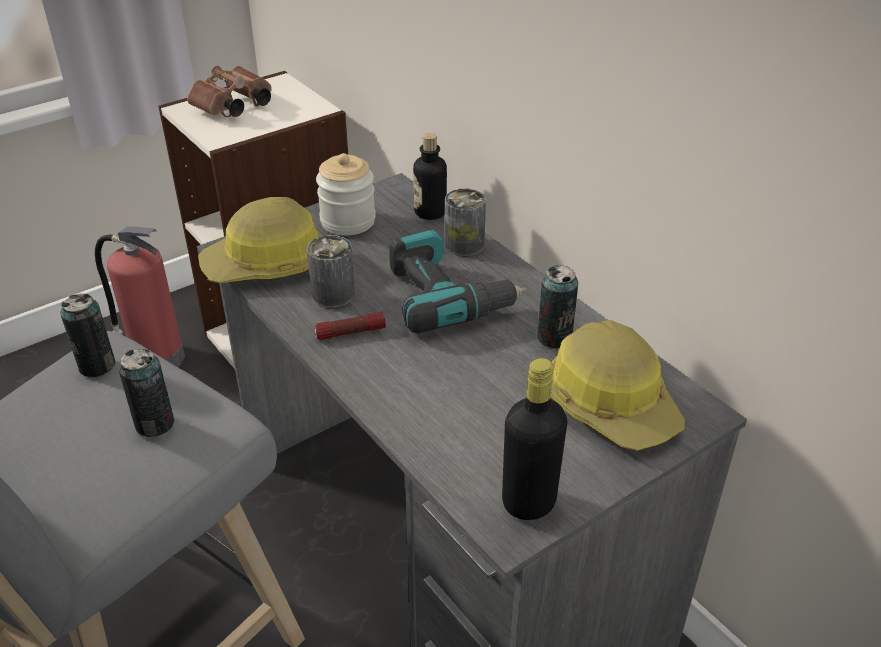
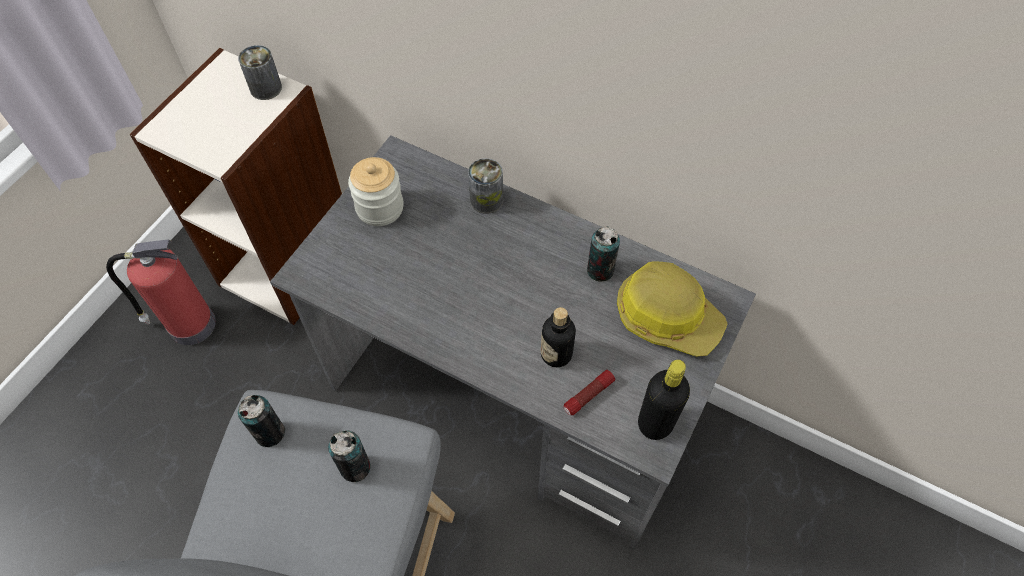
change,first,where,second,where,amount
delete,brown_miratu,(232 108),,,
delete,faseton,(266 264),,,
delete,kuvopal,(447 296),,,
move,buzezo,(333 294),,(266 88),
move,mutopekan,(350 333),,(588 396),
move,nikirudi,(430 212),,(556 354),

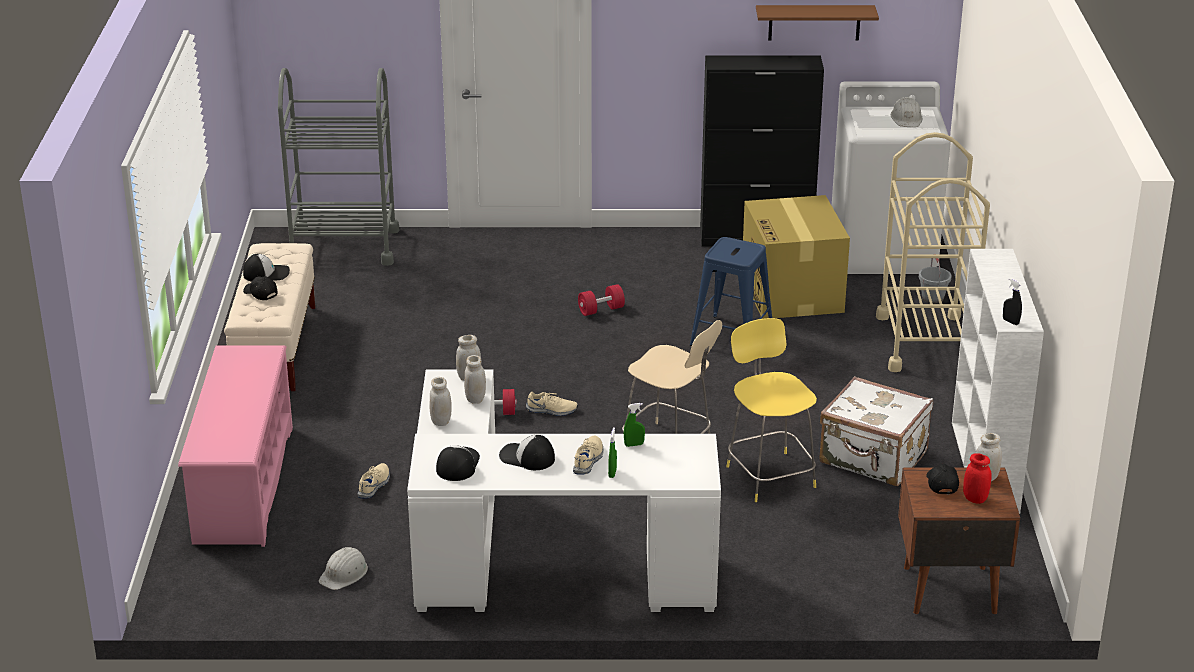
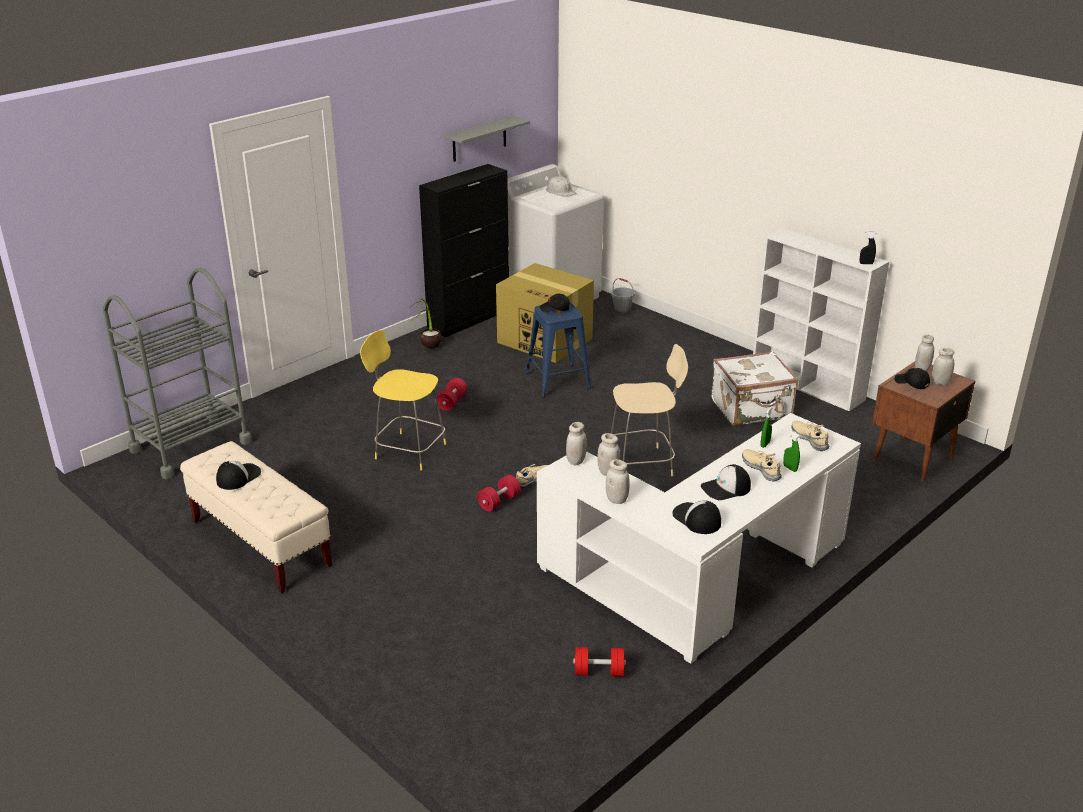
change,first,where,second,where,amount
delete,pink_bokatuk,(243 484),,,
delete,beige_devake,(925 342),,,
insert,,,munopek,(427 353),
move,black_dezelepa,(260 293),,(555 309),
move,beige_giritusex,(374 485),,(810 439),
move,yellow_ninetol,(769 475),,(408 450),
replace,white_faseton,(344 574),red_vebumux,(599 672),
recolor,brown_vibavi,(814 22),grey_vibavi,(479 139),
recolor,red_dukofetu,(975 499),white_dukofetu,(940 382),

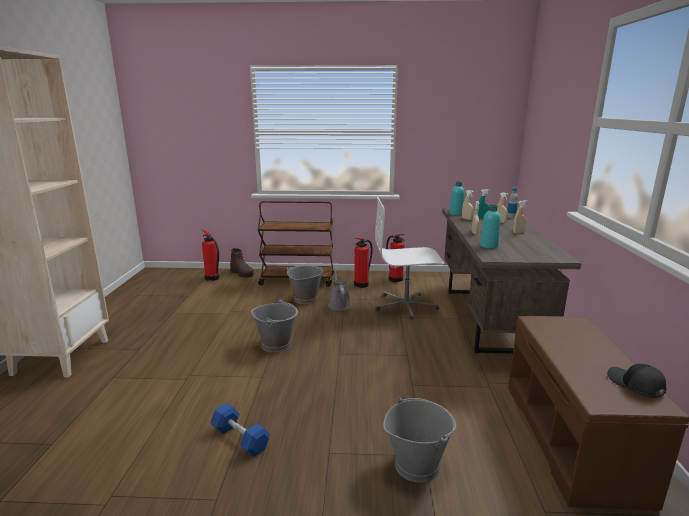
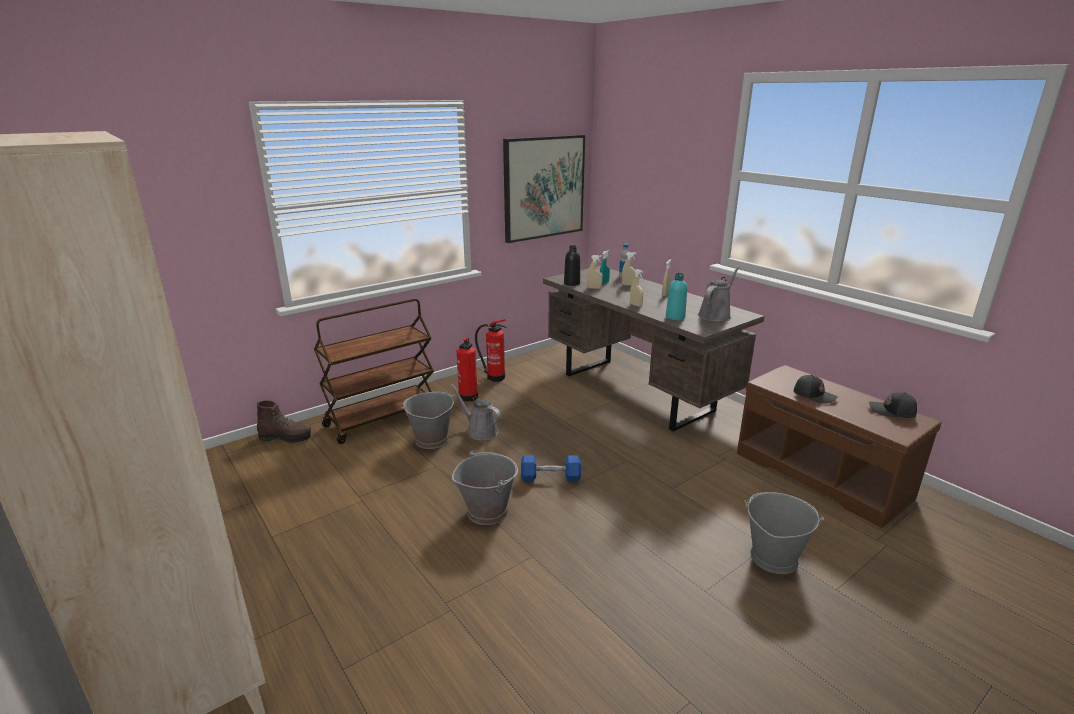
change,first,where,second,where,amount
delete,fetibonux,(213 278),,,
delete,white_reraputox,(406 306),,,
insert,,,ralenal,(543 187),
insert,,,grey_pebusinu,(715 315),
insert,,,black_dezelepa,(814 395),
move,blue_vebumux,(240 438),,(550 477),
recolor,turquoise_nikirudi,(456 213),black_nikirudi,(572 283),

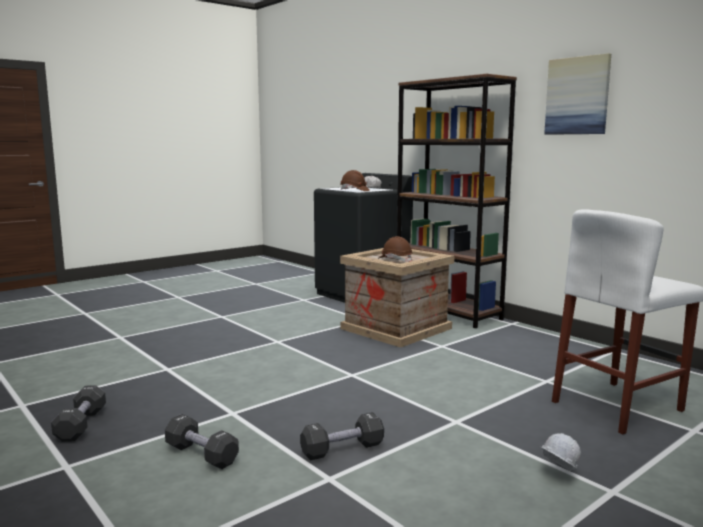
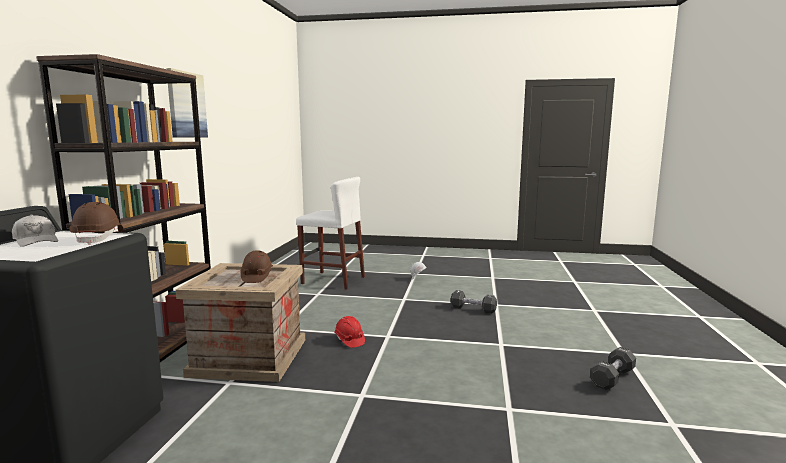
change,first,where,second,where,amount
delete,black_vebumux,(201 454),,,
insert,,,red_faseton,(349 340),

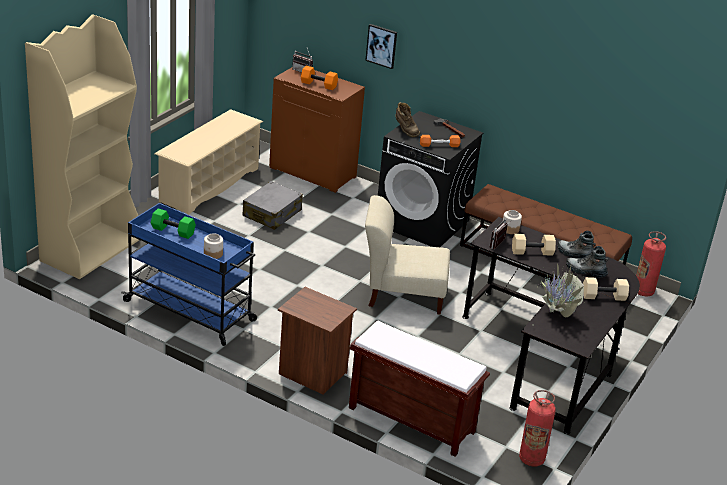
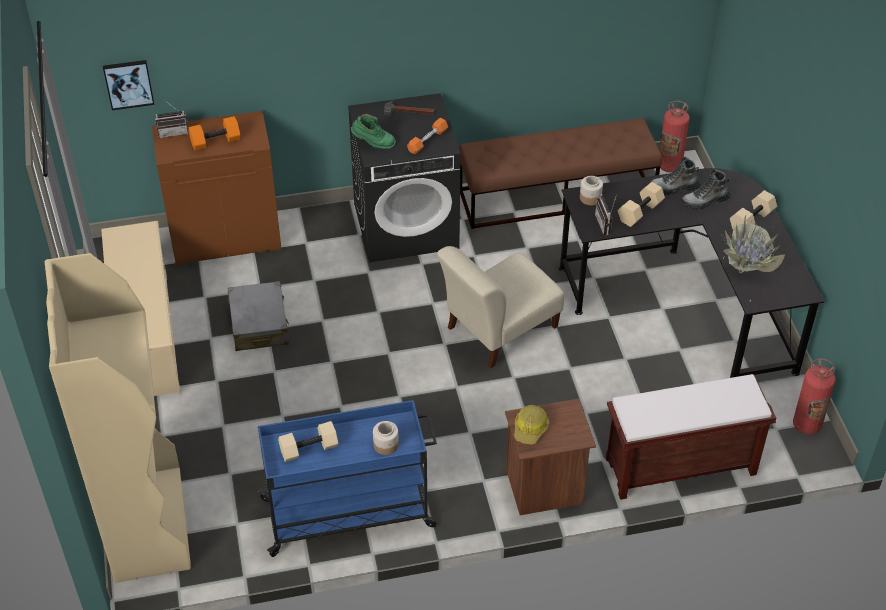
change,first,where,second,where,amount
insert,,,faseton,(530 428),
move,ralenal,(381 46),,(128 84),
recolor,green_vebumux,(173 231),beige_vebumux,(309 448),
recolor,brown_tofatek,(405 131),green_tofatek,(373 144),

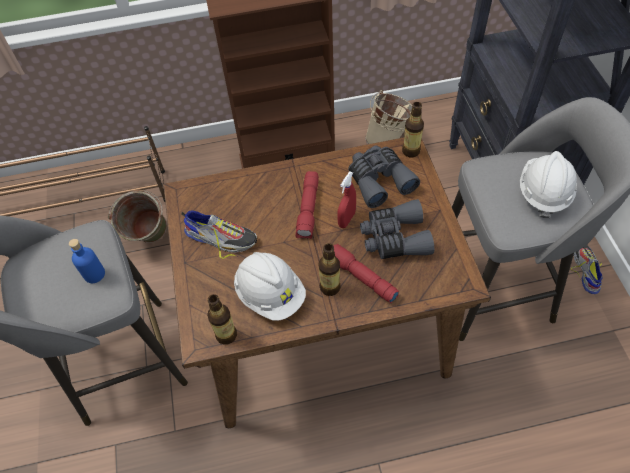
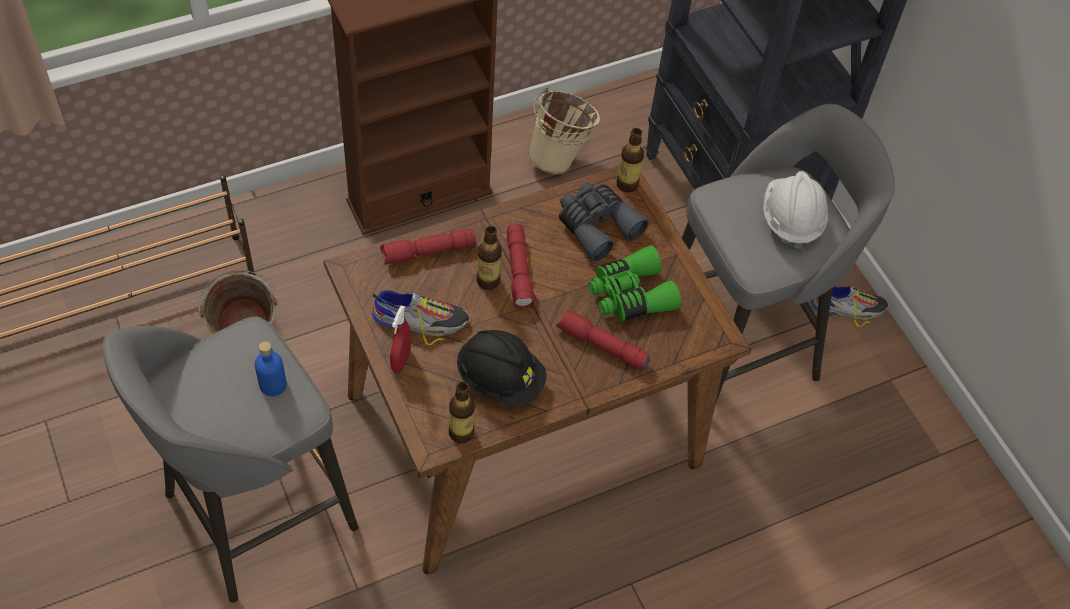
change,first,where,second,where,amount
insert,,,red_mutopekan,(428 252),
move,nikirudi,(330 287),,(488 281),
move,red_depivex,(346 219),,(401 361),
recolor,white_faseton,(270 294),black_faseton,(500 379),
recolor,grey_miratu,(394 238),green_miratu,(630 295),
rotate,giritusex,(585 269),,(848 307),105 degrees clockwise

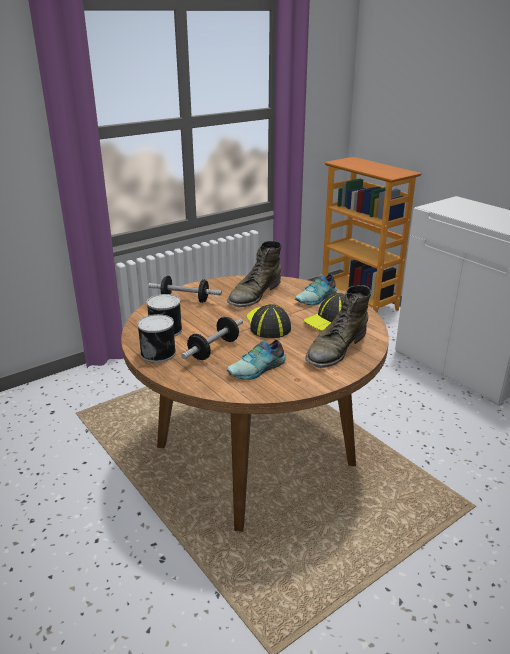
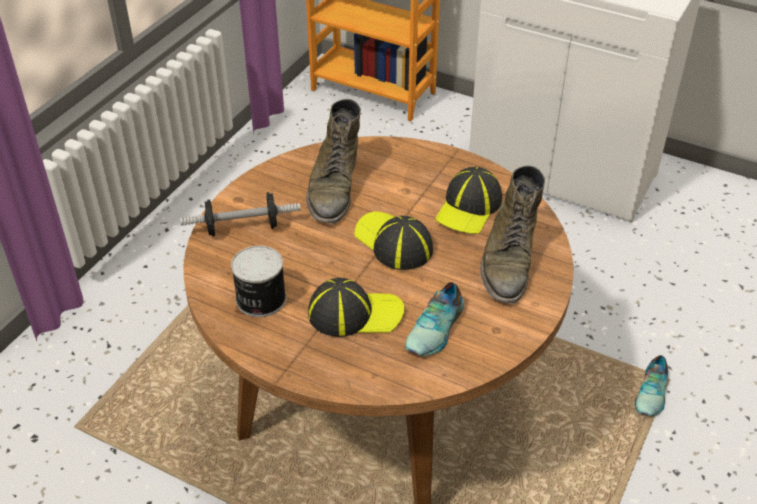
change,first,where,second,where,amount
delete,buzezo,(159 353),,,
move,giritusex,(317 298),,(653 393),
replace,vebumux,(214 349),dezelepa,(355 313),

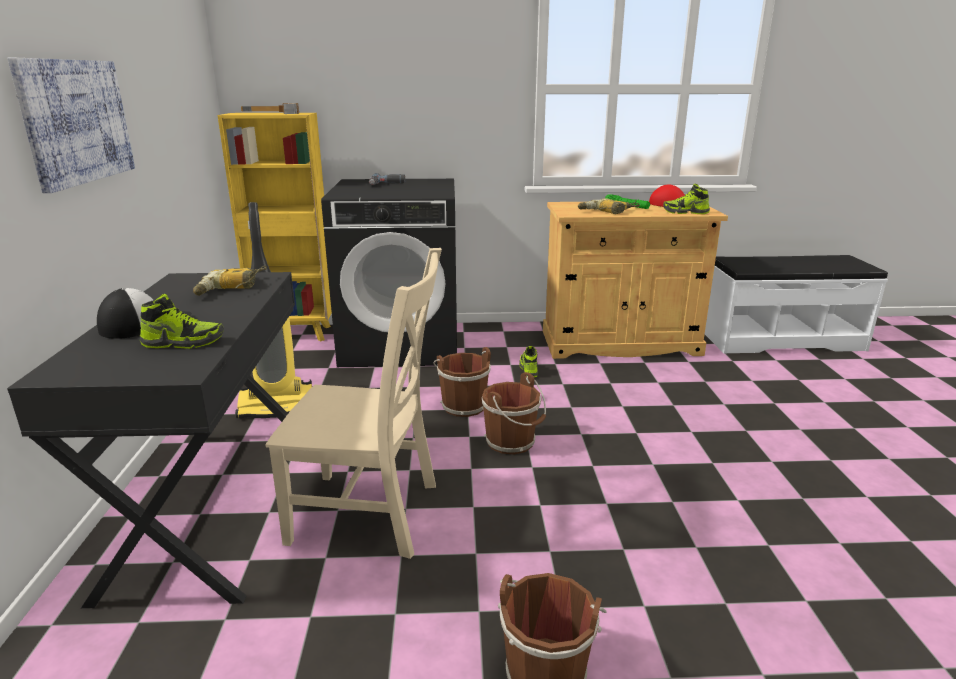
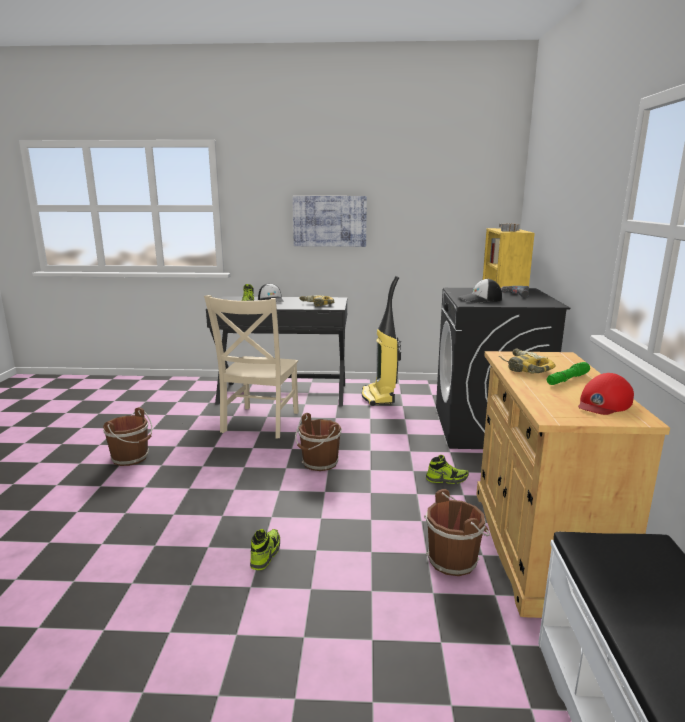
change,first,where,second,where,amount
insert,,,dezelepa,(480 299),
move,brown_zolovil,(463 405),,(454 559),
move,giritusex,(685 212),,(265 554),

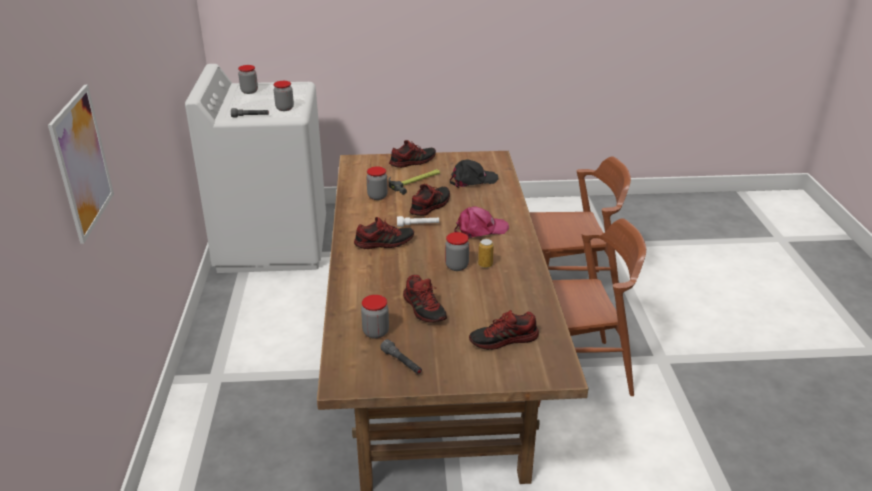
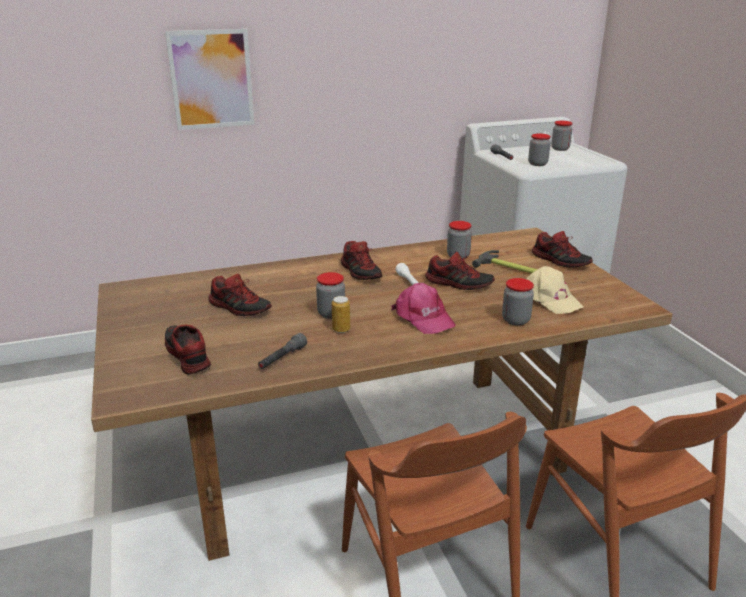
change,first,where,second,where,amount
move,dukofetu,(375 332),,(515 320),
move,grey_mutopekan,(402 363),,(282 358),
recolor,black_dezelepa,(472 180),beige_dezelepa,(549 299),
rotate,giritusex,(425 309),,(240 308),105 degrees counterclockwise

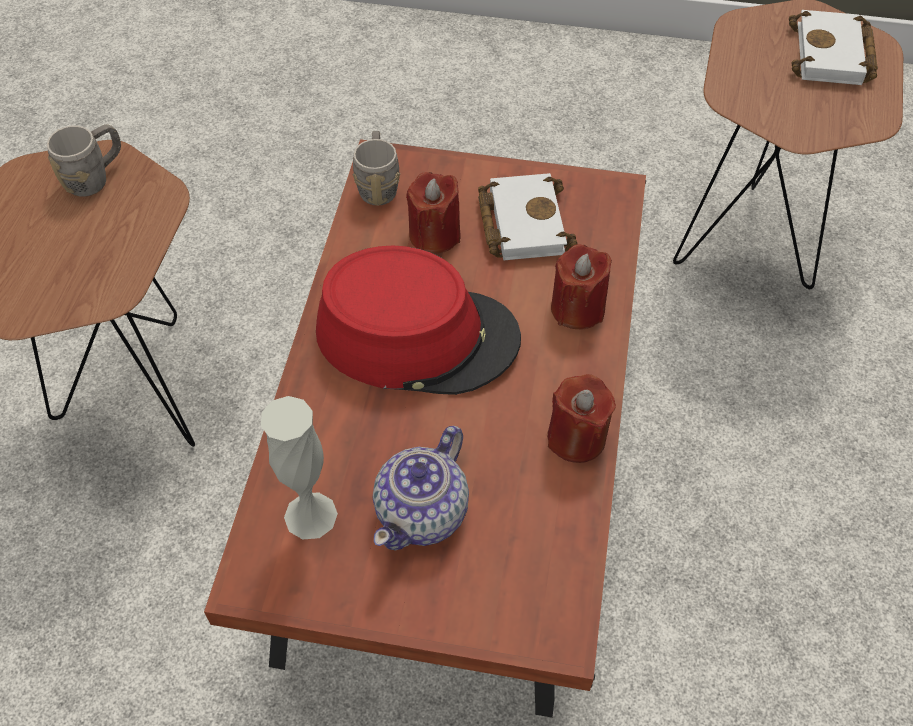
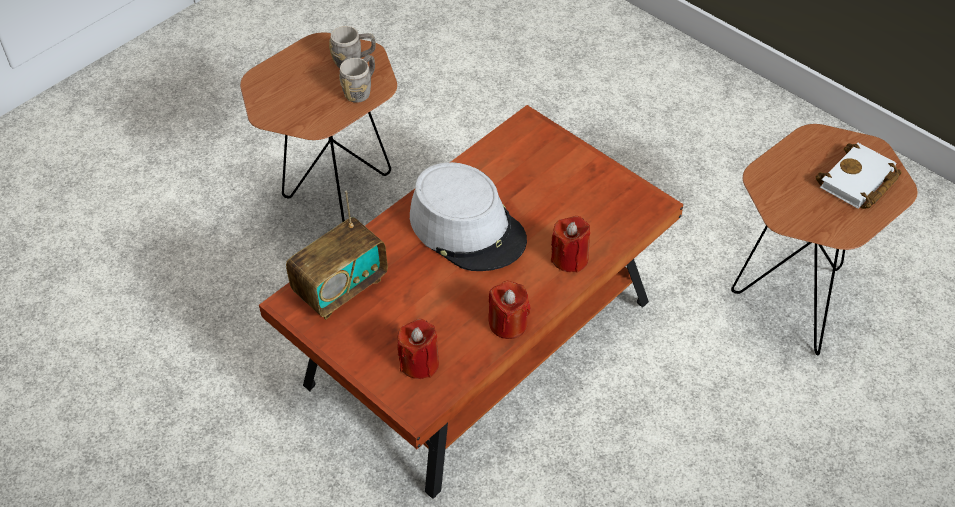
change,first,where,second,where,amount
delete,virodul,(423 512),,,
delete,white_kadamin,(521 221),,,
move,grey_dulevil,(378 185),,(361 90),
move,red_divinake,(434 235),,(419 363),
replace,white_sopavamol,(310 515),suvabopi,(341 288),
recolor,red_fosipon,(417 335),grey_fosipon,(467 228),

